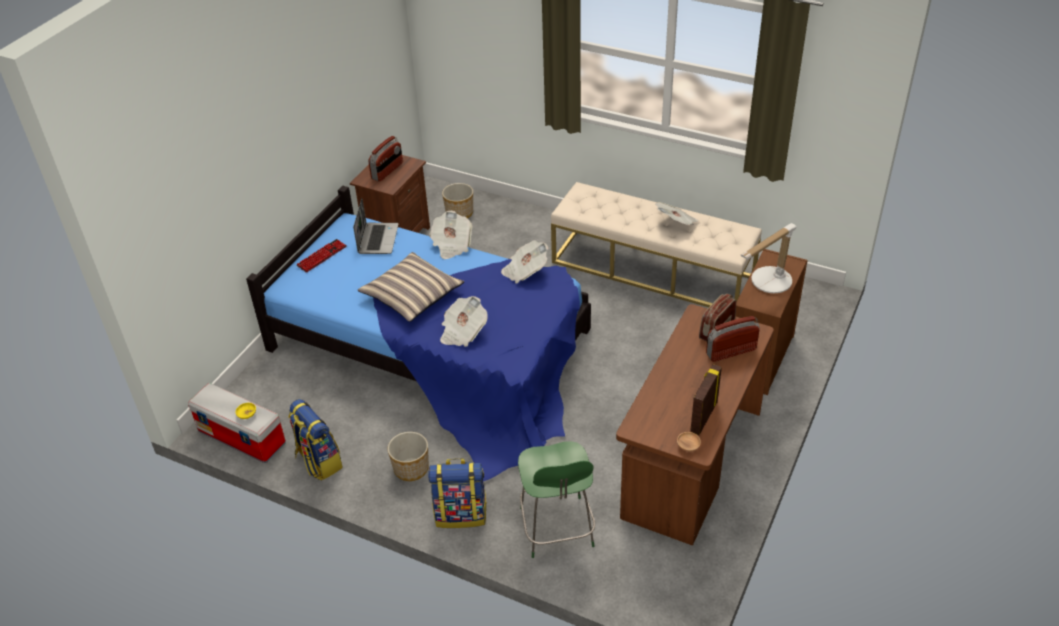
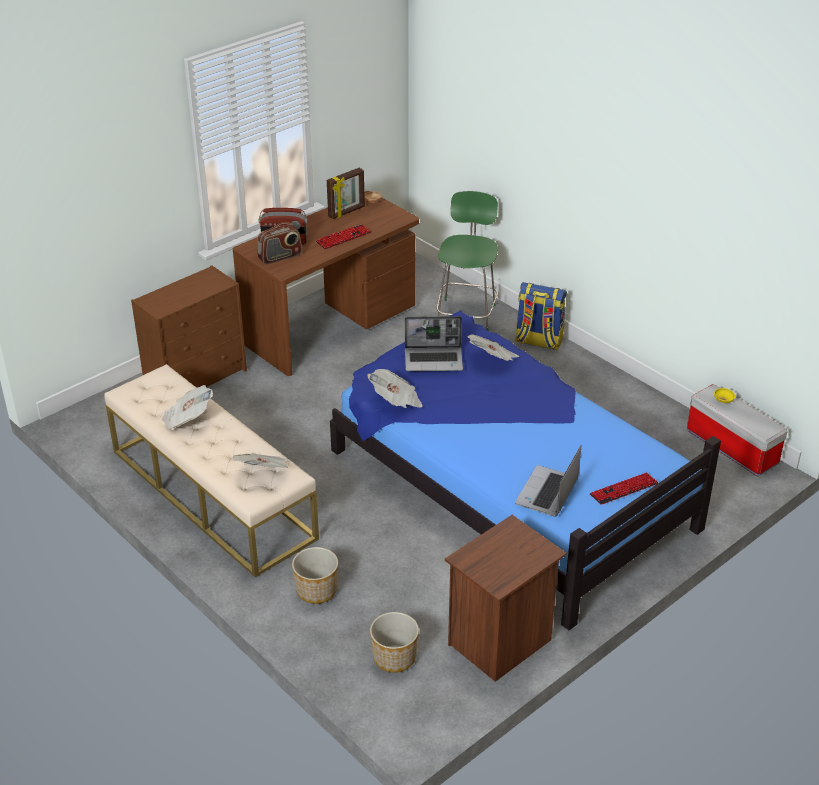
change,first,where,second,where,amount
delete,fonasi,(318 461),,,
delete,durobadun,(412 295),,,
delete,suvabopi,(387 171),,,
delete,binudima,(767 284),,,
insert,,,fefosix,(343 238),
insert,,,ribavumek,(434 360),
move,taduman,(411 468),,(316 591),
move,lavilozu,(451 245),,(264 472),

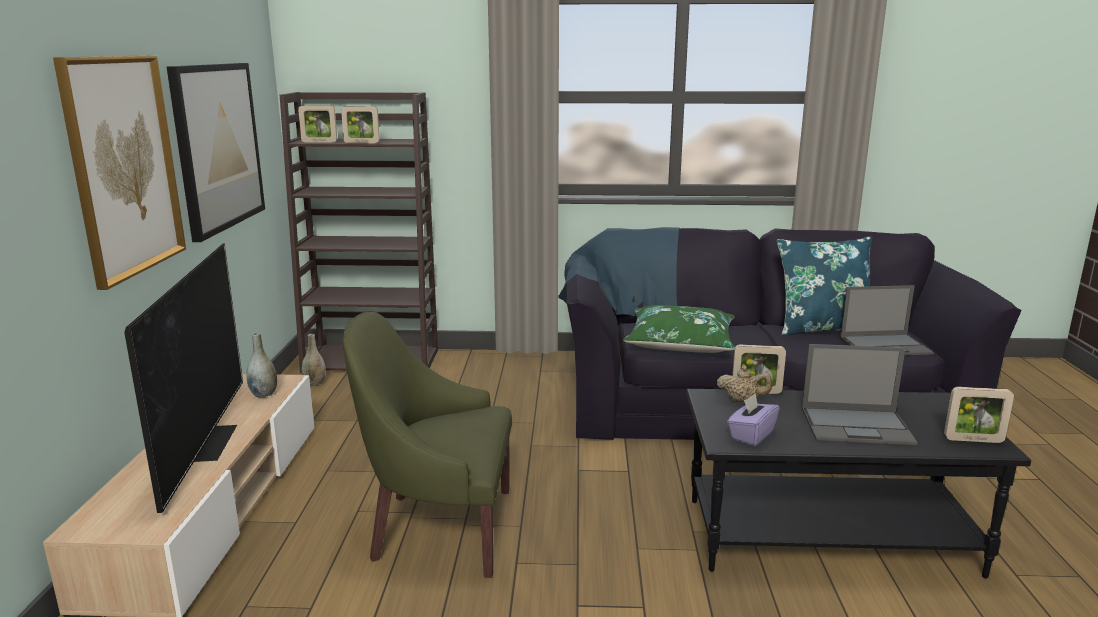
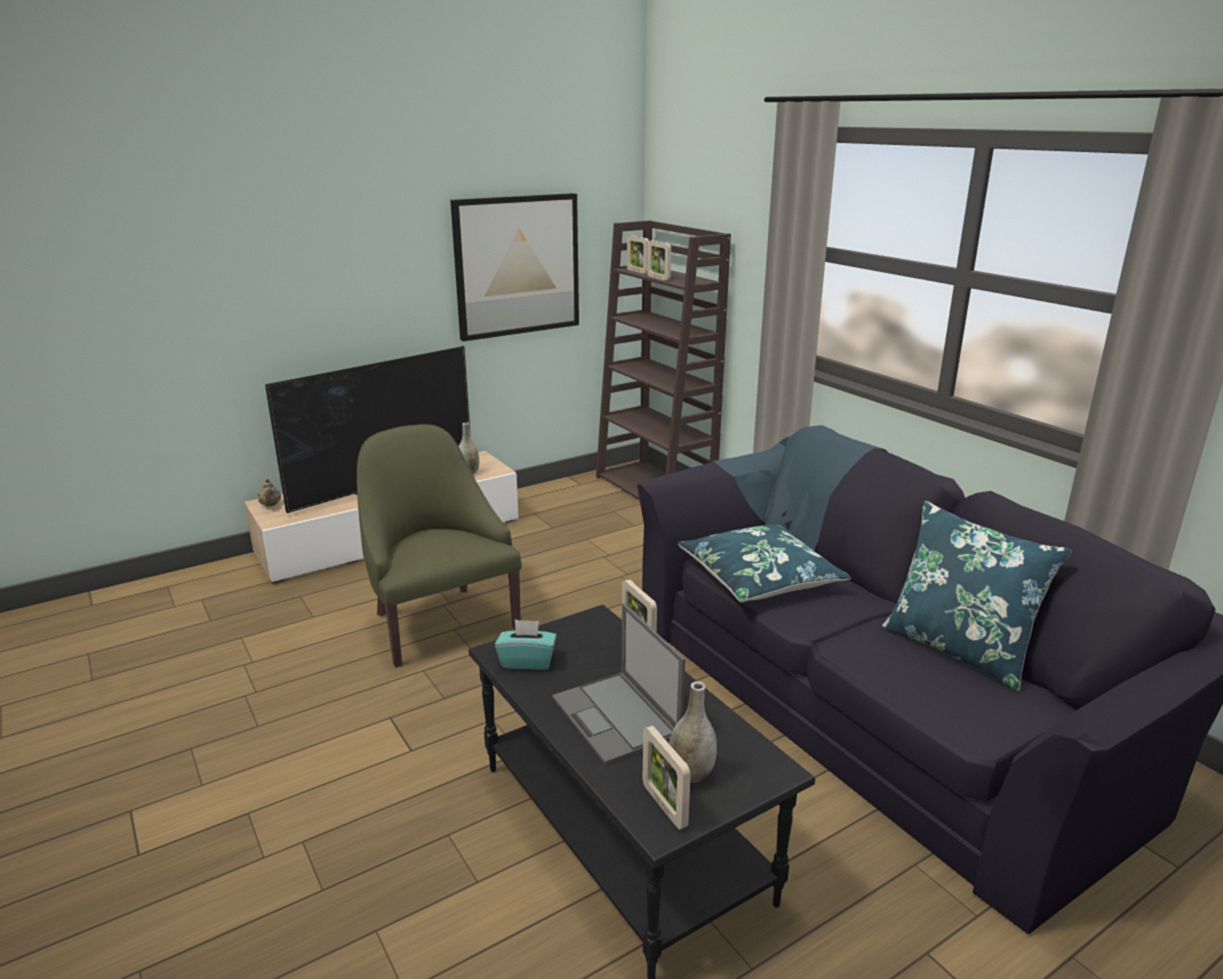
change,first,where,second,where,amount
delete,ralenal,(123 166),,,
delete,ribavumek,(886 345),,,
move,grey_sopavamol,(315 383),,(691 773),
move,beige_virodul,(742 401),,(270 505),
recolor,green_durobadun,(680 343),blue_durobadun,(759 577),
recolor,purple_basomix,(751 435),turquoise_basomix,(527 661),

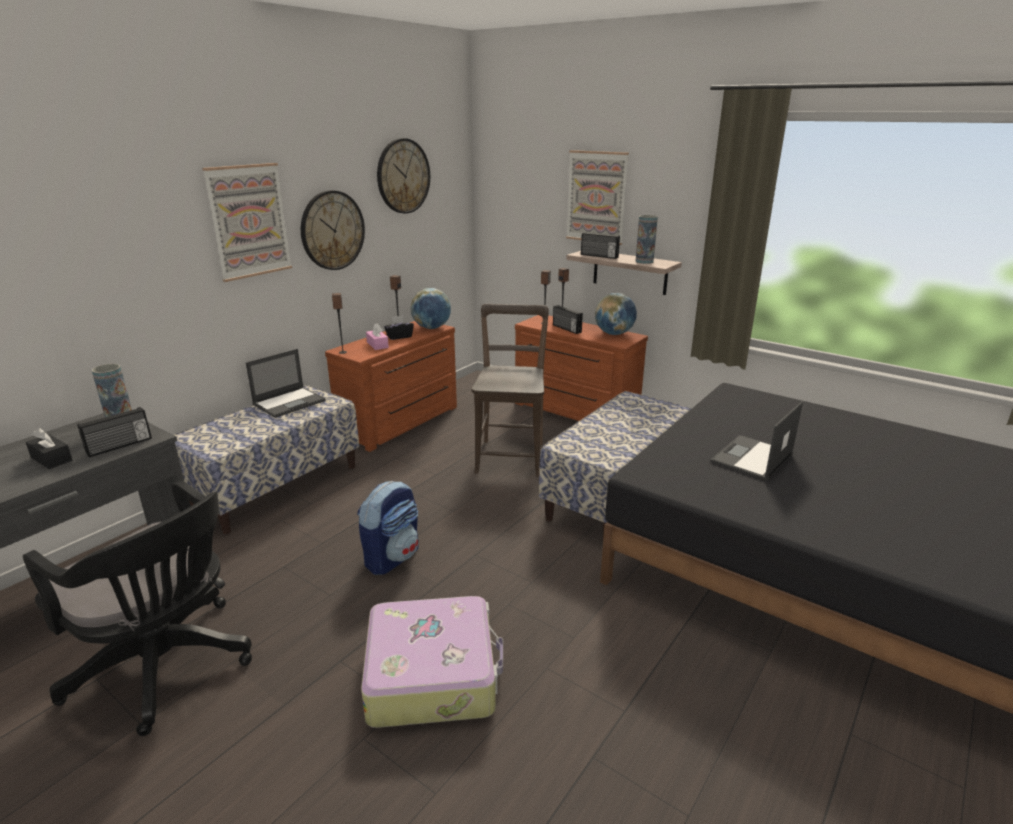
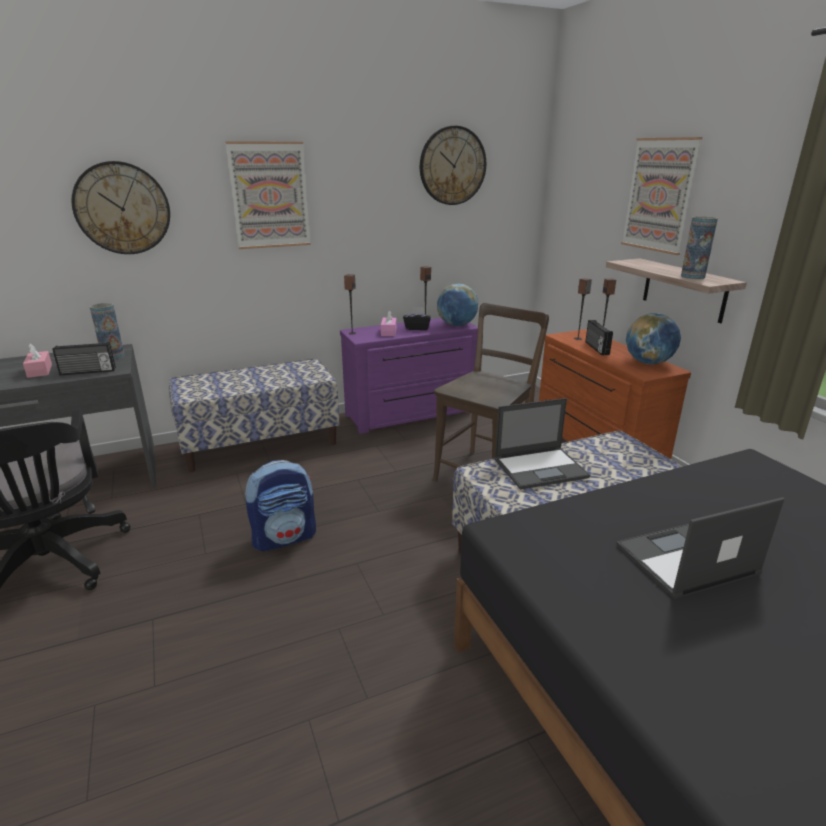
change,first,where,second,where,amount
delete,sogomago,(433 673),,,
delete,suvabopi,(599 256),,,
move,ribavumek,(290 402),,(541 468),
move,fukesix,(332 230),,(122 208),
recolor,black_basomix,(51 459),pink_basomix,(40 371),
recolor,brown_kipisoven,(402 422),purple_kipisoven,(412 414),

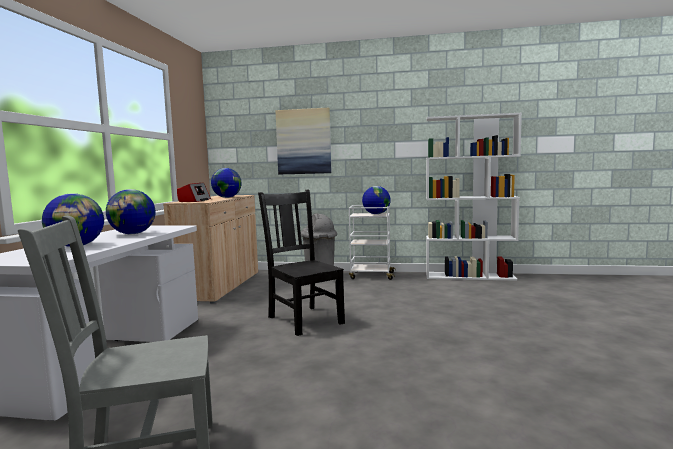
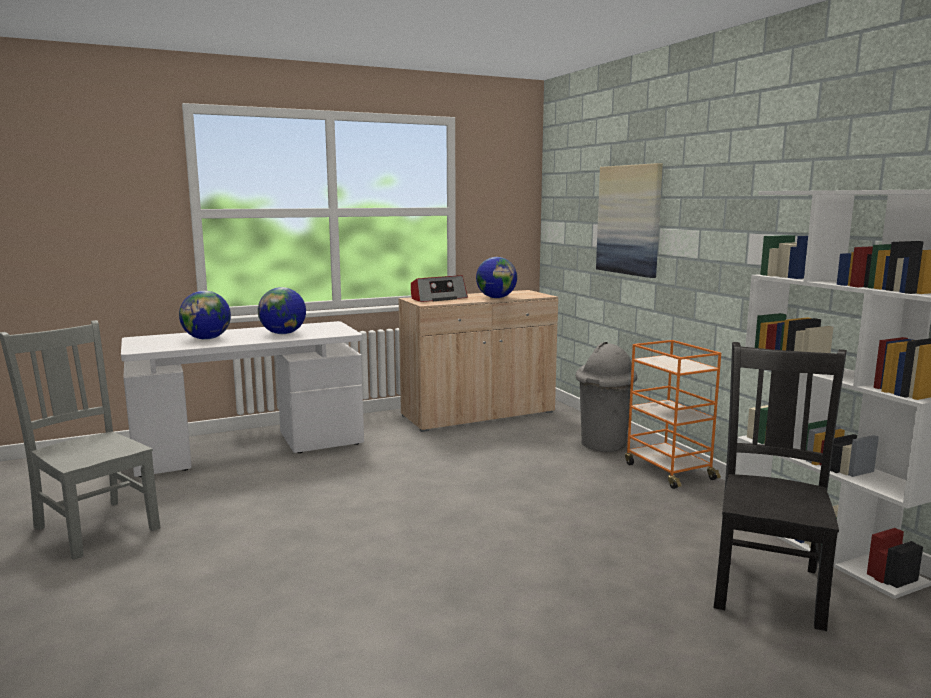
change,first,where,second,where,amount
delete,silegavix,(376 214),,,
move,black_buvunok,(304 319),,(768 585),
recolor,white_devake,(371 275),orange_devake,(668 471),

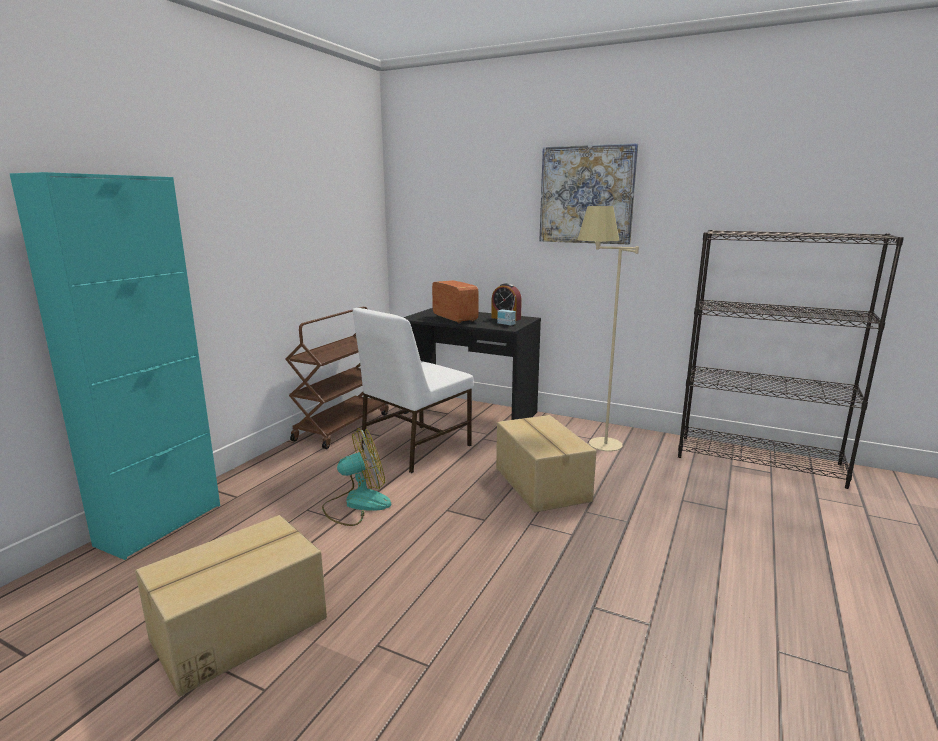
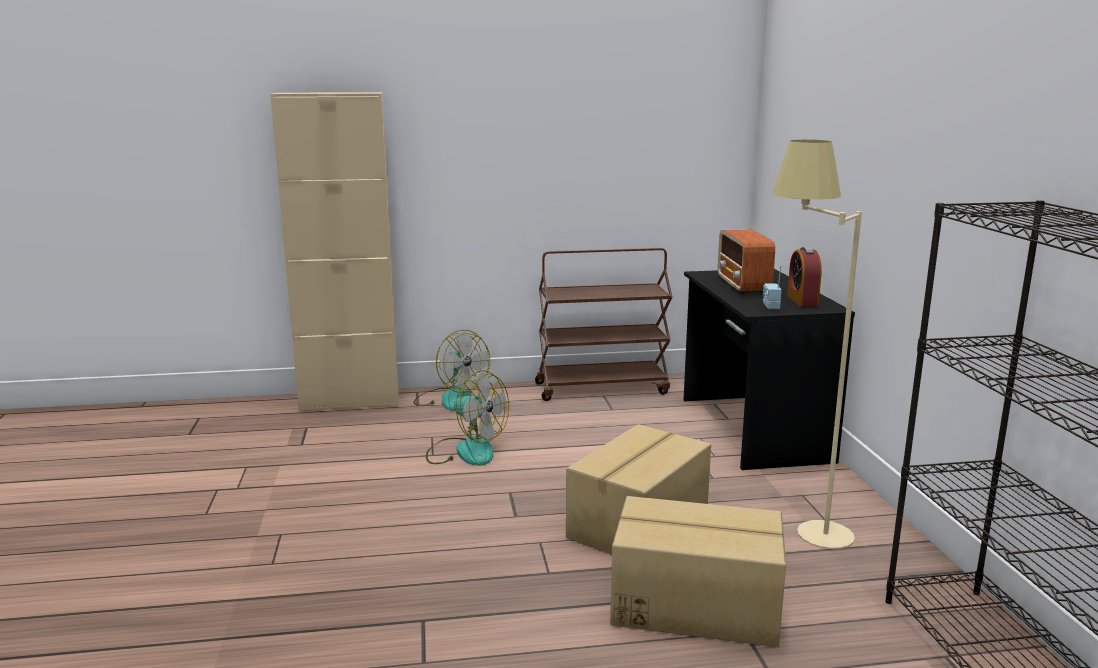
change,first,where,second,where,amount
delete,white_buvunok,(414 448),,,
delete,ralenal,(586 195),,,
insert,,,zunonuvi,(450 399),
move,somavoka,(238 628),,(695 604),
recolor,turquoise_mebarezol,(160 524),beige_mebarezol,(350 401),
rotate,suvabopi,(454 318),,(743 285),150 degrees clockwise

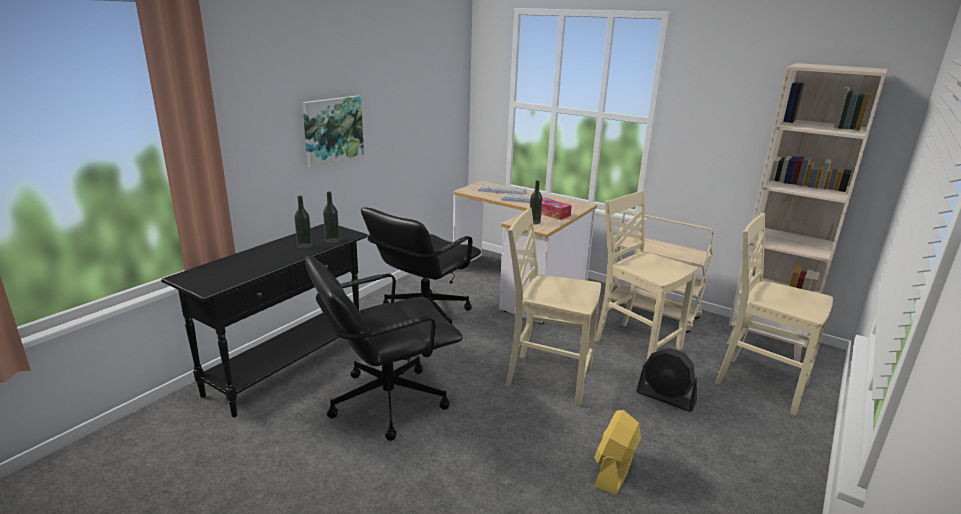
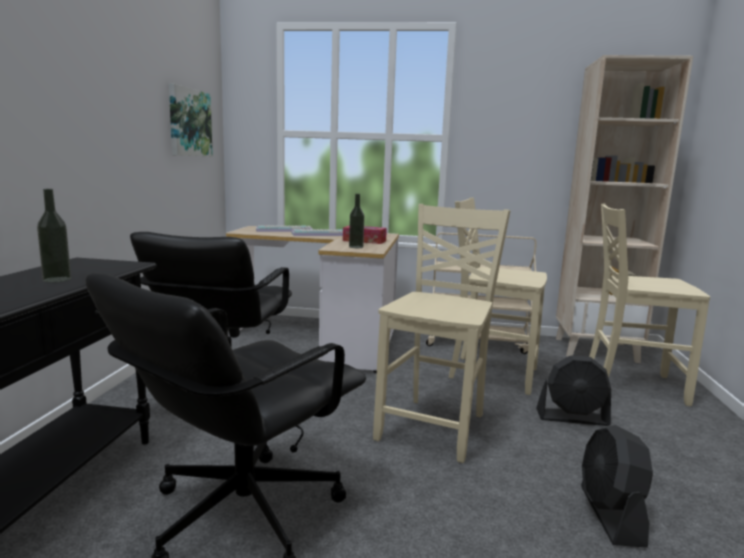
change,first,where,second,where,amount
delete,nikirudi,(332 240),,,
move,ralenal,(332 130),,(189 122),
recolor,yellow_zunonuvi,(614 470),black_zunonuvi,(611 515),
rotate,beige_buvunok,(547 377),,(435 427),120 degrees clockwise

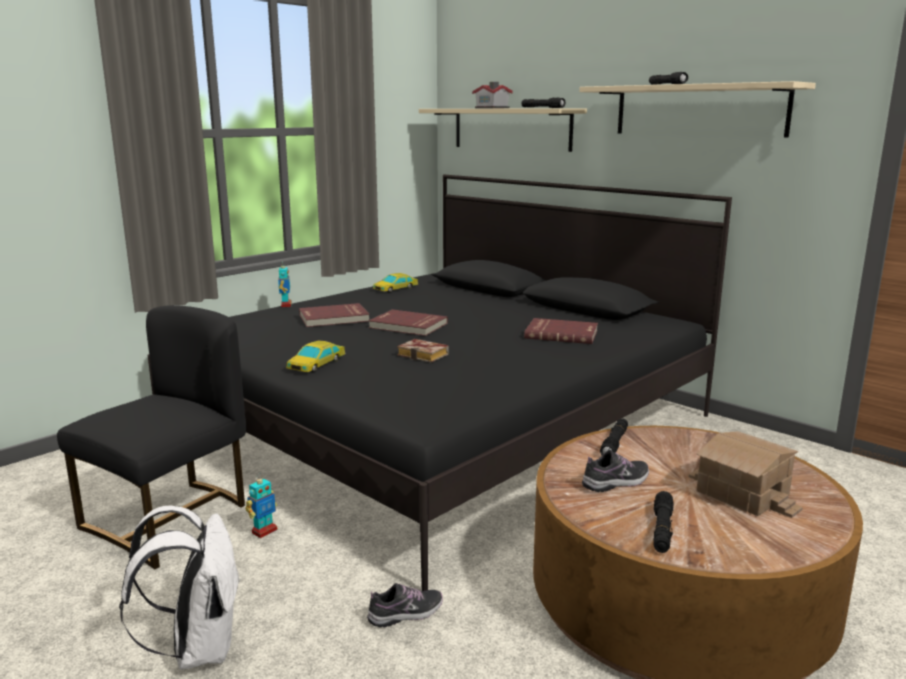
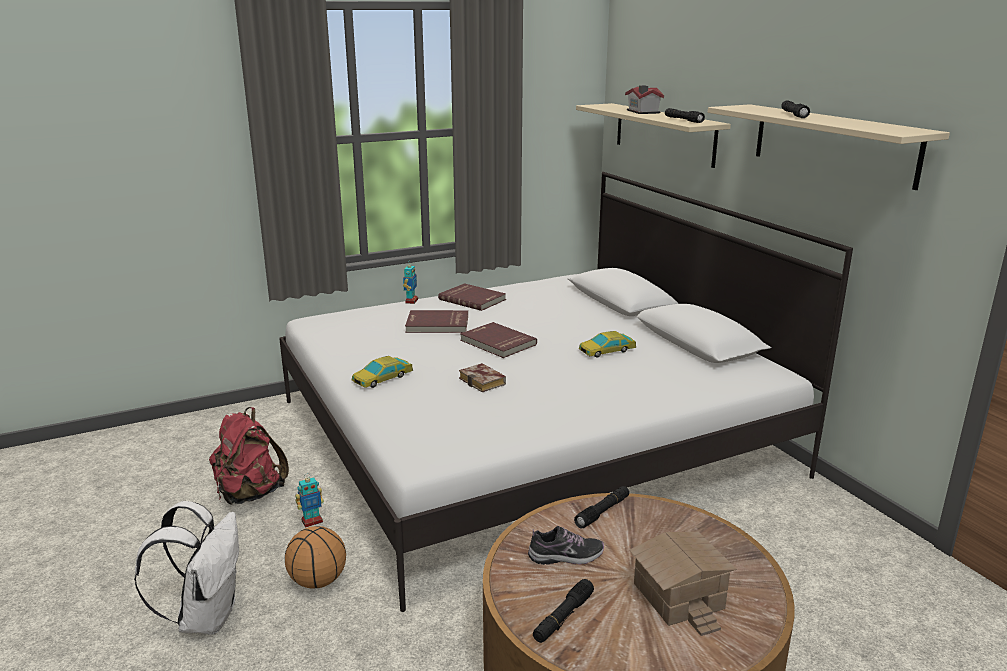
change,first,where,second,where,amount
delete,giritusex,(406 614),,,
insert,,,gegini,(319 581),
move,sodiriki,(395 288),,(607 350),
move,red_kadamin,(561 334),,(473 299),
replace,black_buvunok,(171 519),red_fonasi,(249 494),
recolor,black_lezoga,(439 422),white_lezoga,(528 436),

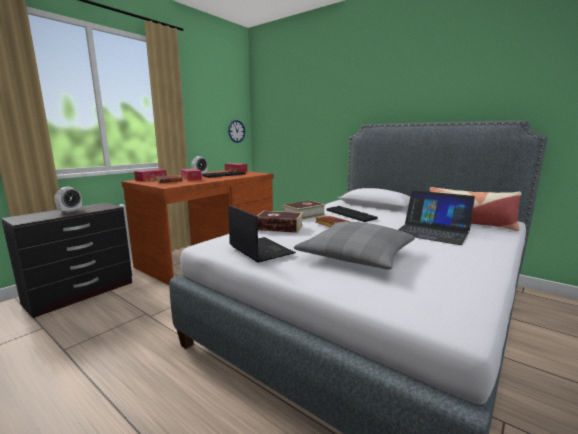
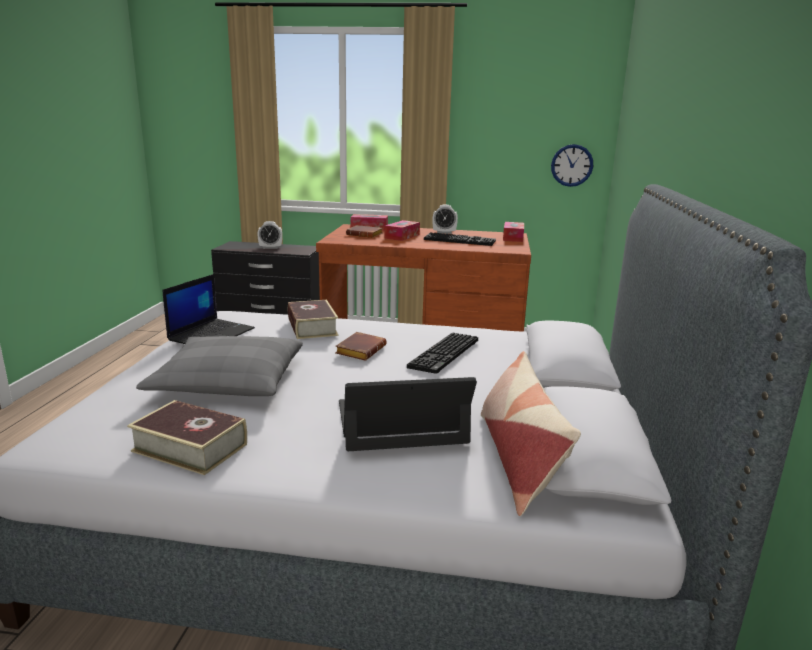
change,first,where,second,where,amount
move,kadamin,(303 215),,(190 447),
rotate,ribavumek,(432 232),,(400 422),75 degrees clockwise

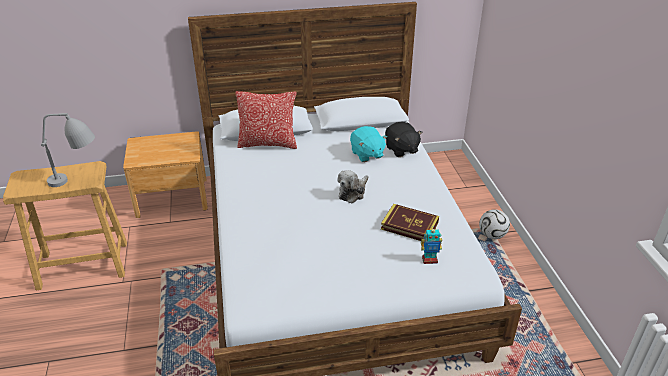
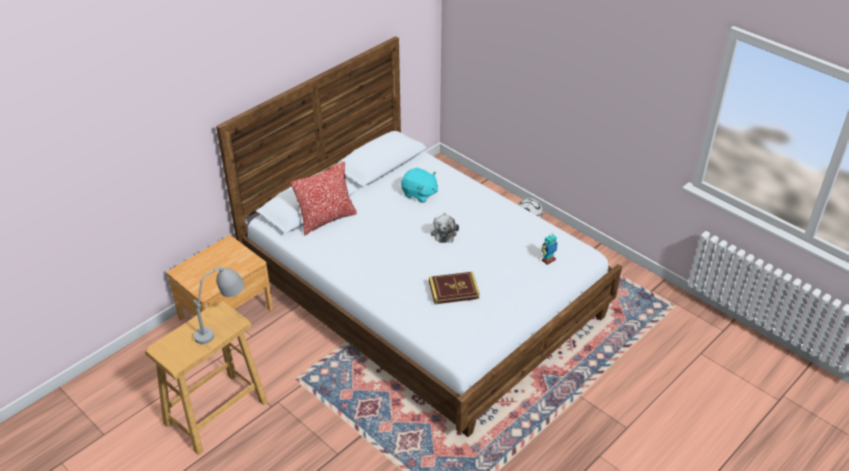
change,first,where,second,where,amount
delete,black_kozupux,(401 149),,,
move,kadamin,(409 226),,(453 290),

